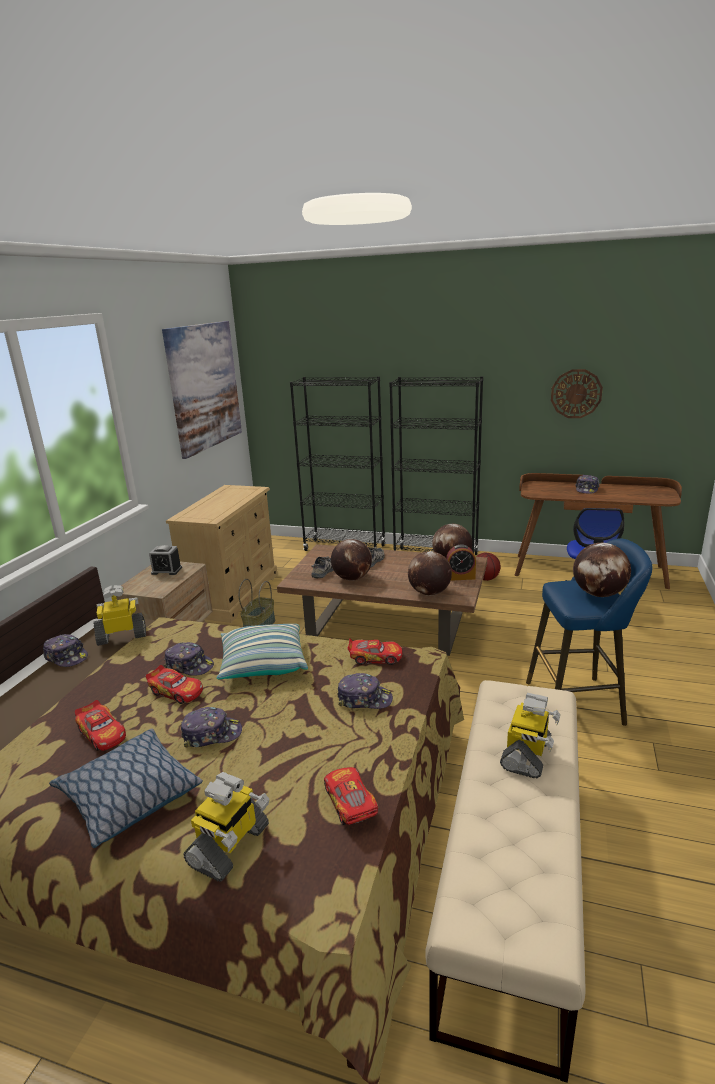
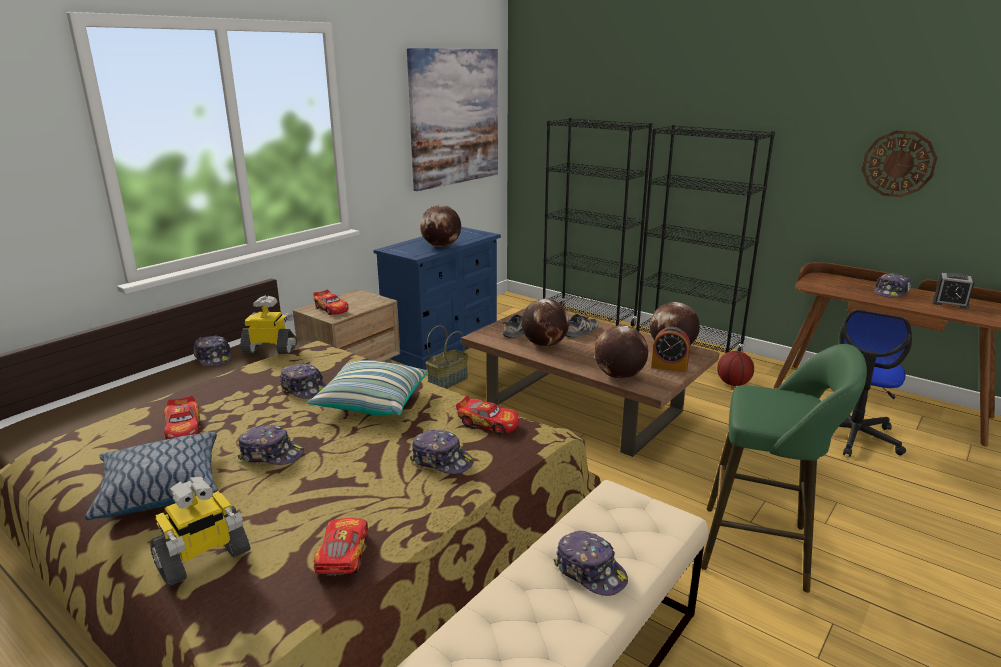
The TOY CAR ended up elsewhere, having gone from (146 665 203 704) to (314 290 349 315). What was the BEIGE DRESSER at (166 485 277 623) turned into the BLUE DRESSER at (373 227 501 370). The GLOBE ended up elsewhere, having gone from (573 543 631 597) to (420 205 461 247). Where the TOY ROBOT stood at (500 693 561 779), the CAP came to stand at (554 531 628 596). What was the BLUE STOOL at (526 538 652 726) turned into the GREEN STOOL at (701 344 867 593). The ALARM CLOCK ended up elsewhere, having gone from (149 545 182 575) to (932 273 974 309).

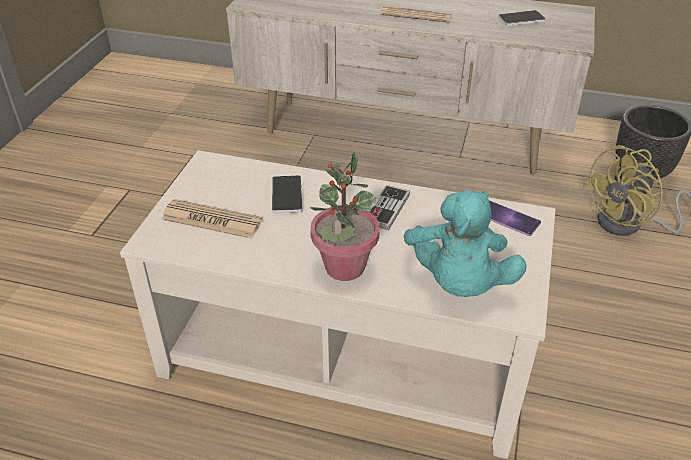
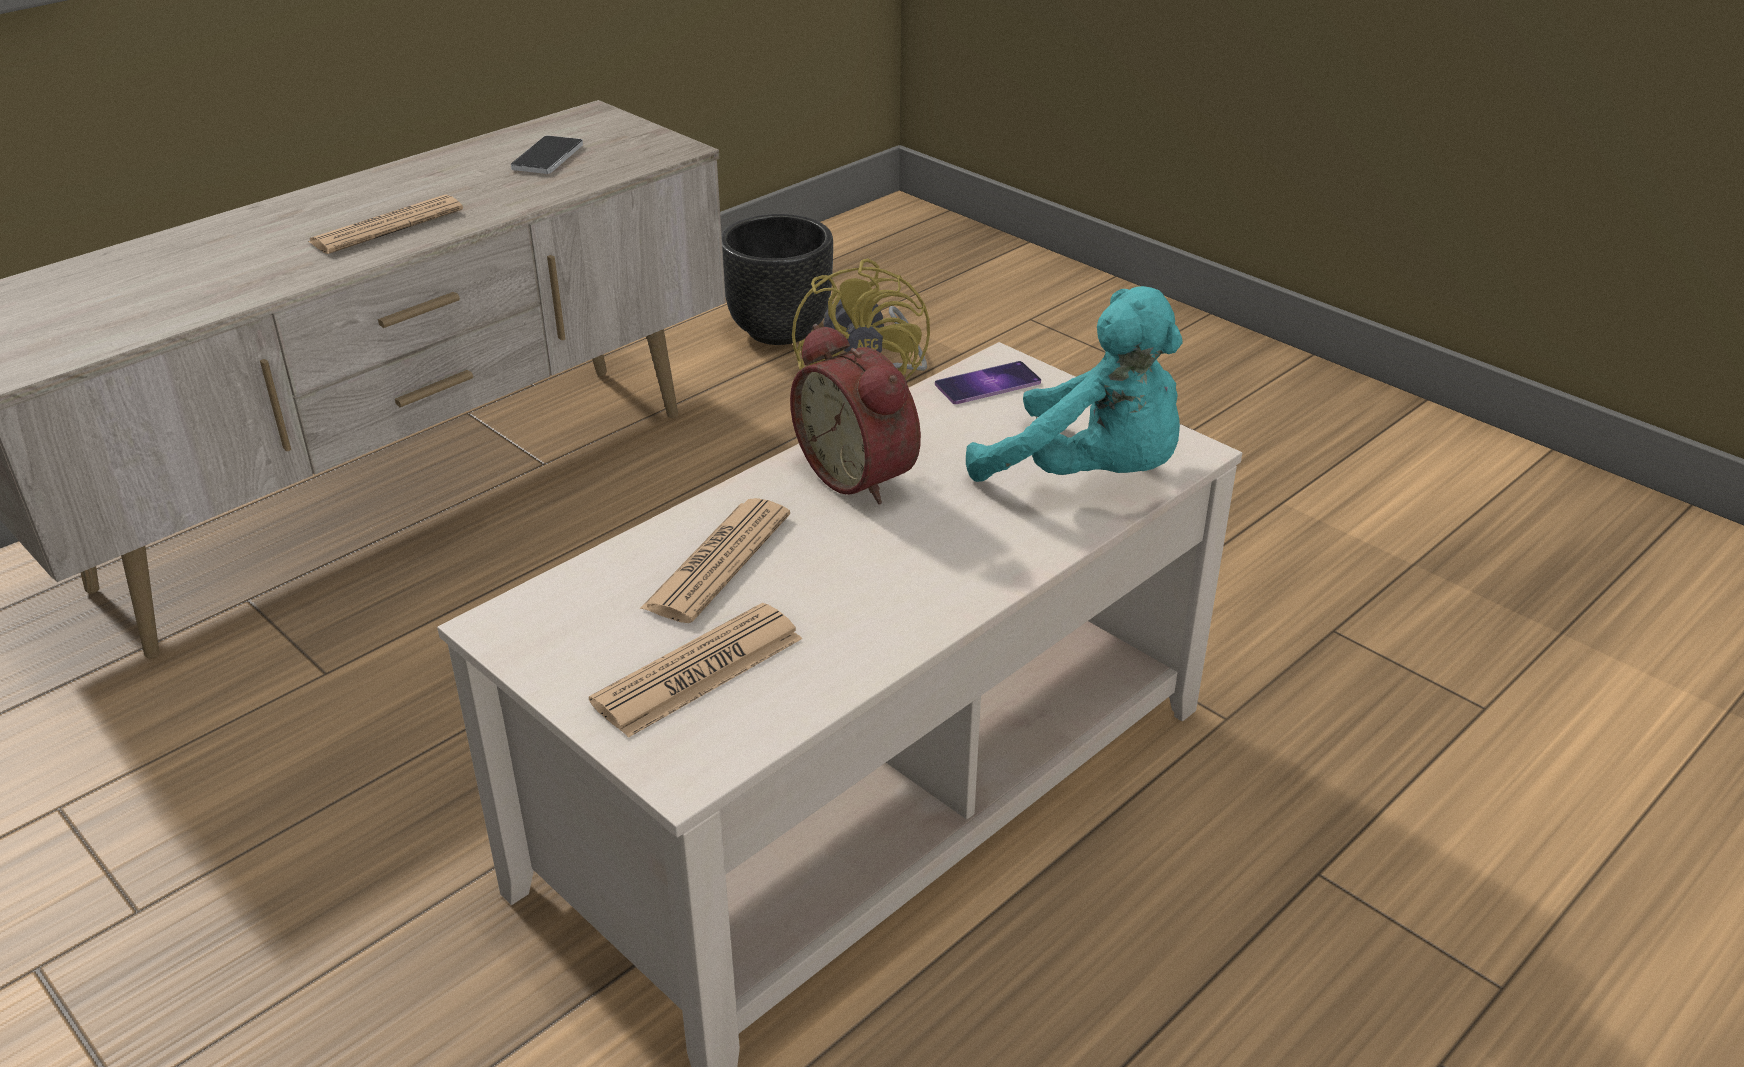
Where the PHONE stood at (272 175 303 214), the NEWSPAPER came to stand at (640 498 790 623). Where the GAME CONTROLLER stood at (369 185 410 230), the ALARM CLOCK came to stand at (790 324 921 505). The second view lost the POTTED PLANT at (310 151 380 281).

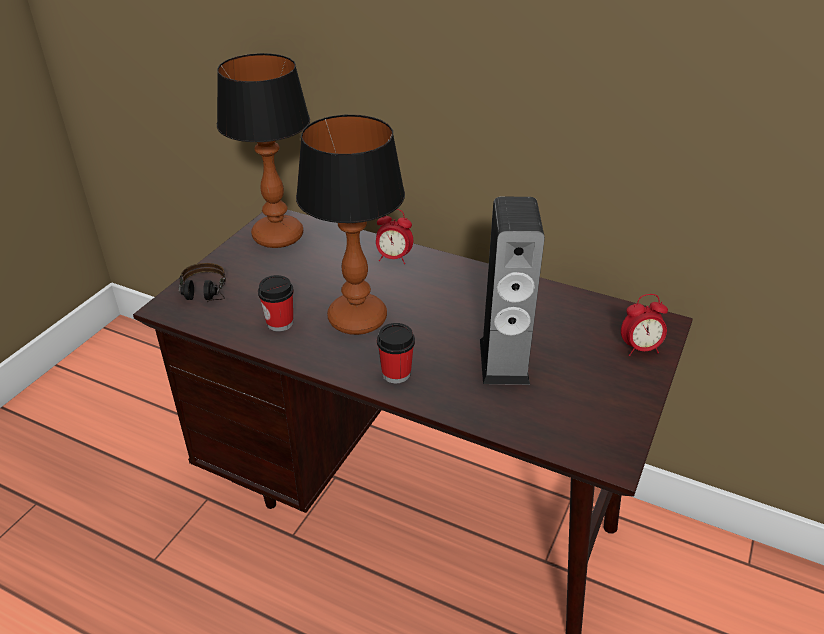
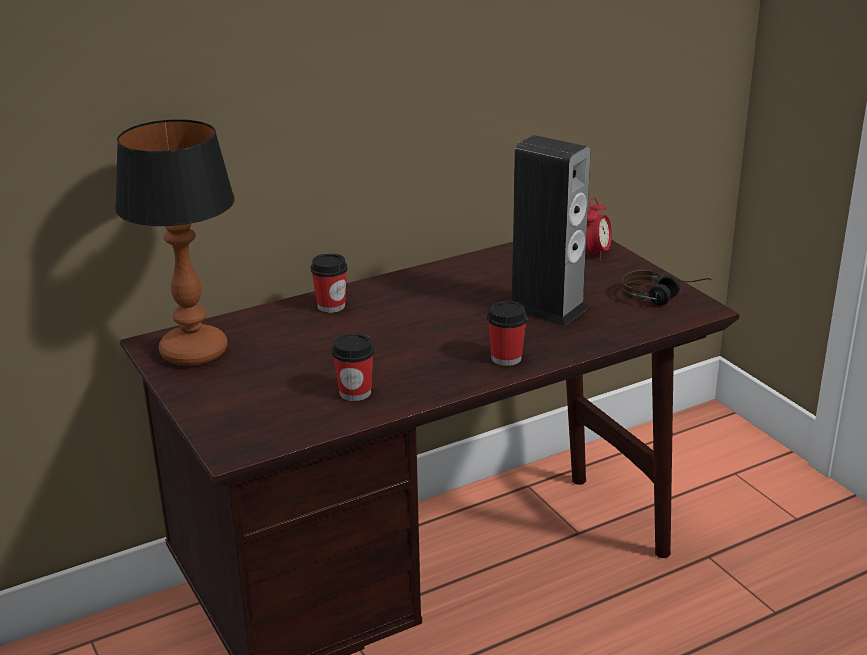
Where the ALARM CLOCK stood at (376 209 413 264), the CUP came to stand at (311 253 348 313). The HEADPHONES ended up elsewhere, having gone from (179 263 226 302) to (621 270 712 306). The second view lost the TABLE LAMP at (296 115 405 335).

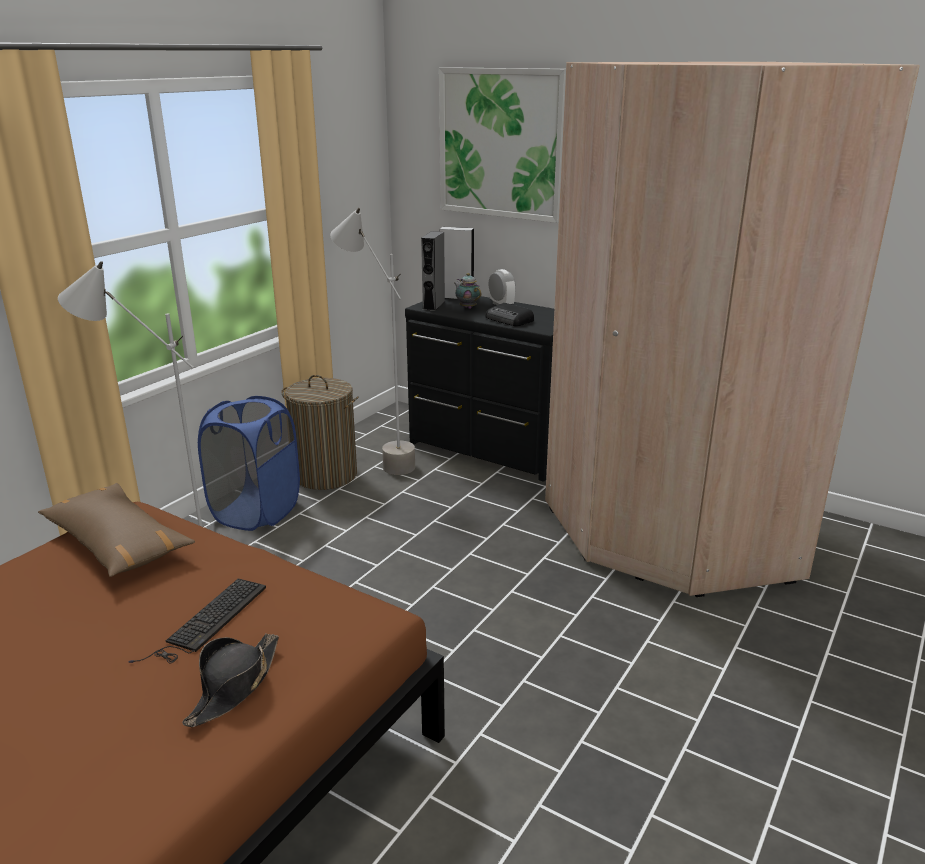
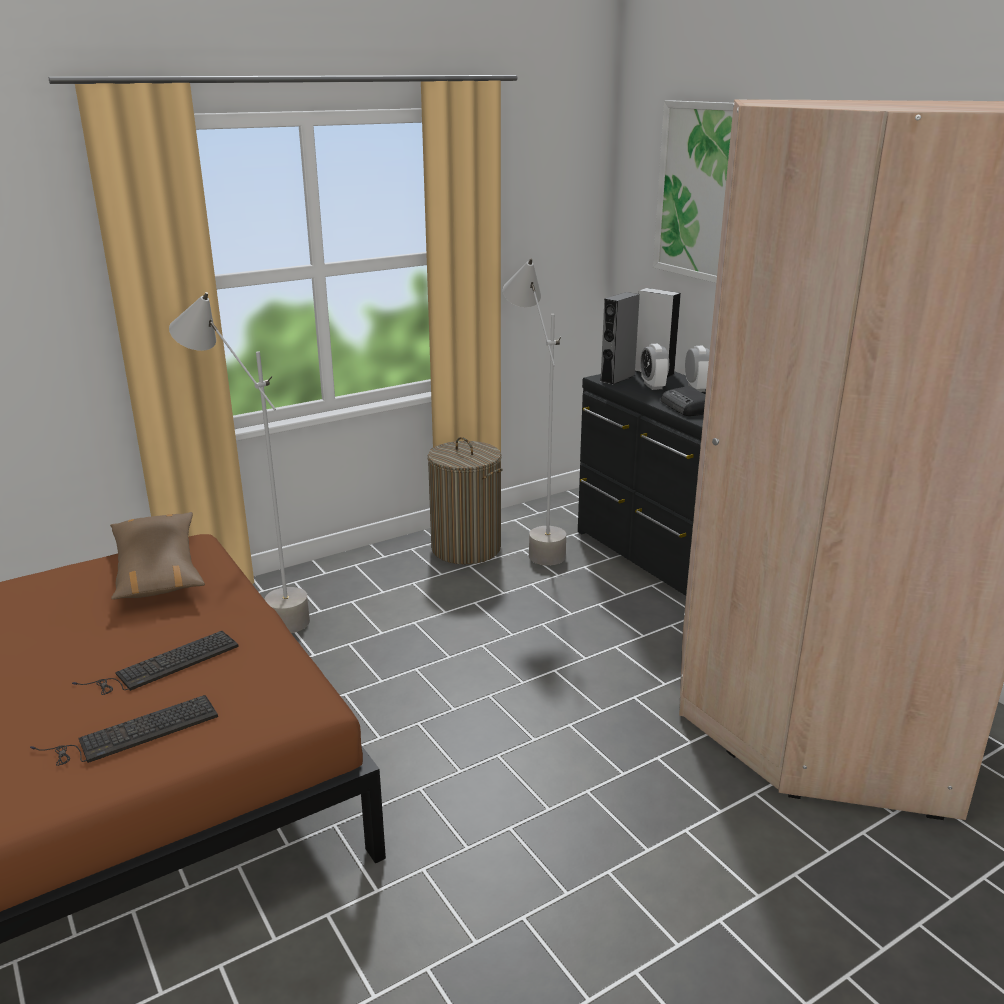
Where the BLACK HAT stood at (182 634 279 727), the KEYBOARD came to stand at (30 695 218 766). Where the TEAPOT stood at (454 273 481 309), the ALARM CLOCK came to stand at (640 344 669 390). The second view lost the BLUE LAUNDRY BASKET at (198 396 300 531).

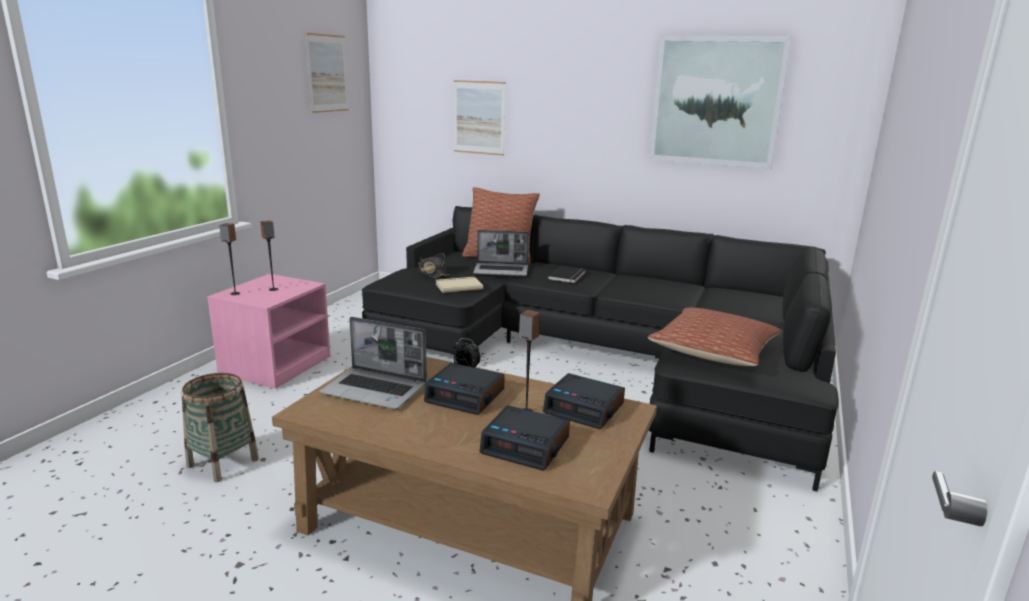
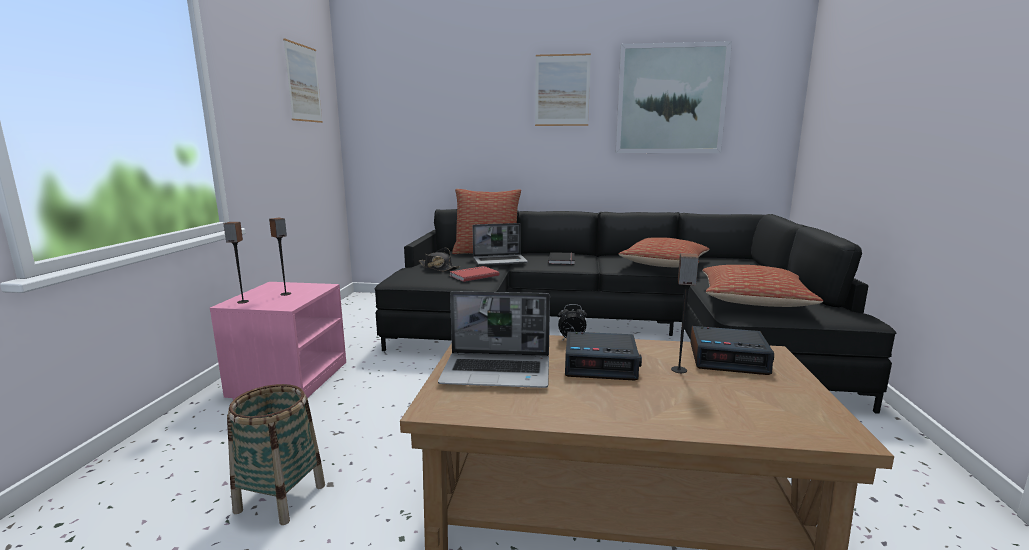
What was the BEIGE BOOK at (436 277 483 293) turned into the RED BOOK at (450 266 499 282). The PICTURE ended up elsewhere, having gone from (454 80 505 156) to (535 53 591 126). The second view gained the PILLOW at (618 237 710 268). The second view lost the ALARM CLOCK at (479 405 570 471).

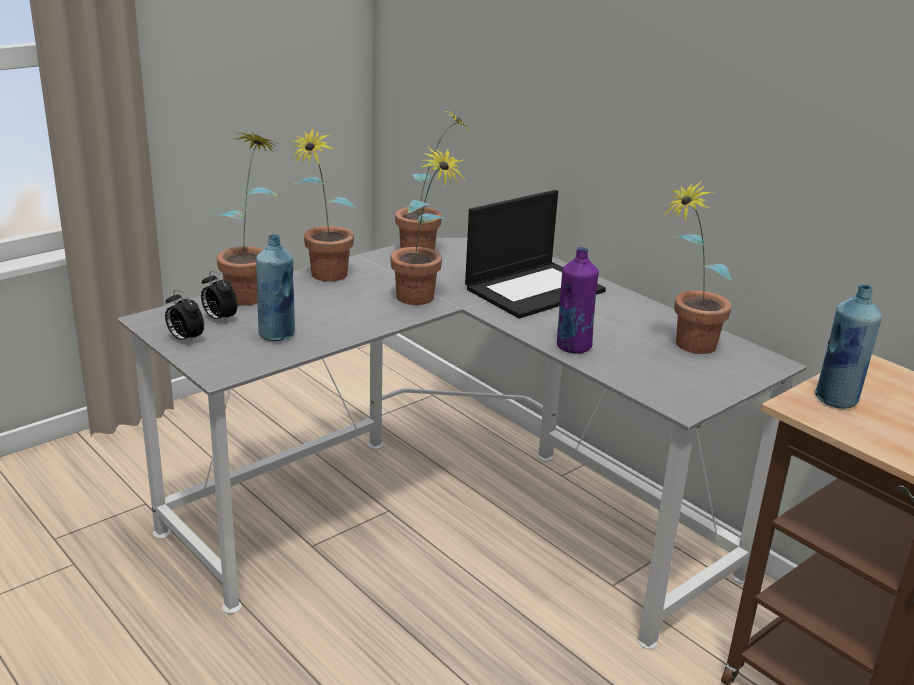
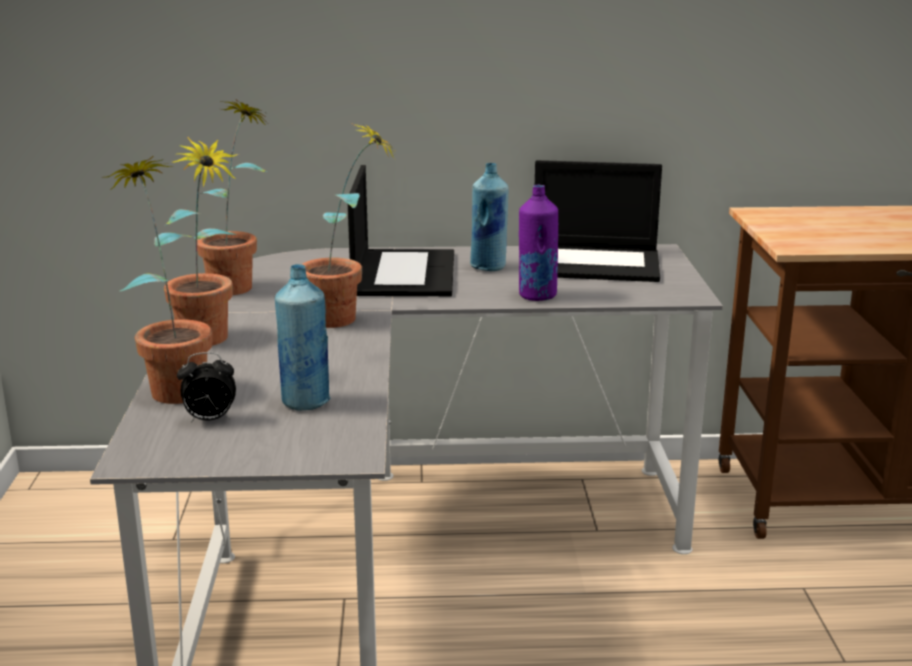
The BLUE BOTTLE ended up elsewhere, having gone from (815 284 882 409) to (470 163 509 271). Where the POTTED PLANT stood at (663 180 732 354), the LAPTOP came to stand at (535 160 662 282). The second view lost the ALARM CLOCK at (165 289 204 344).

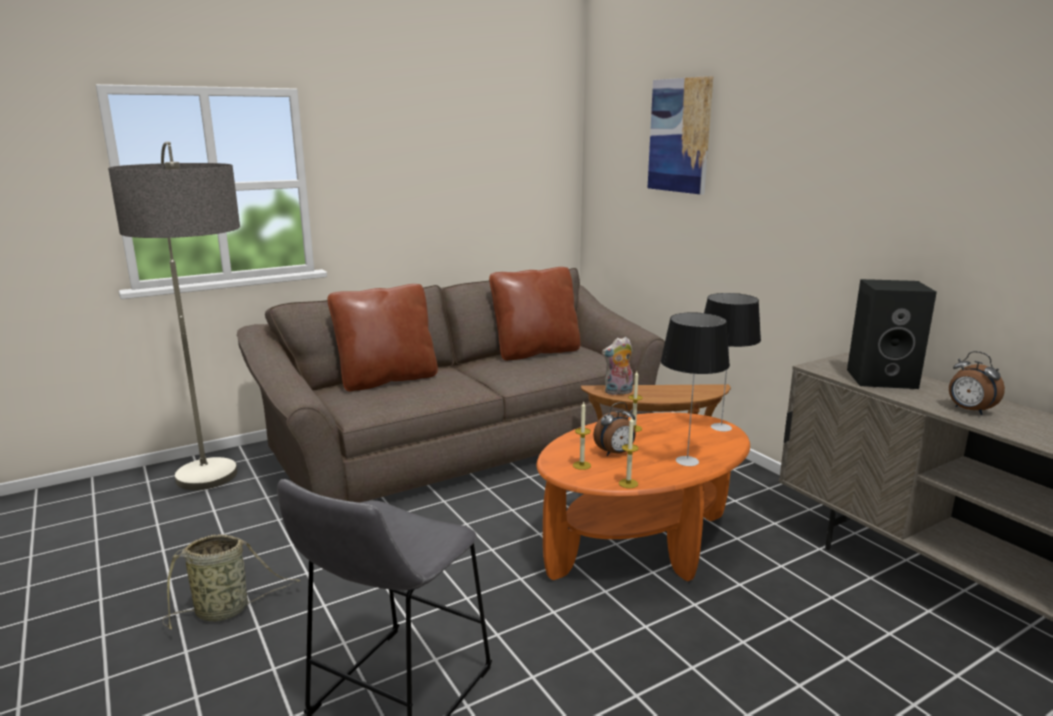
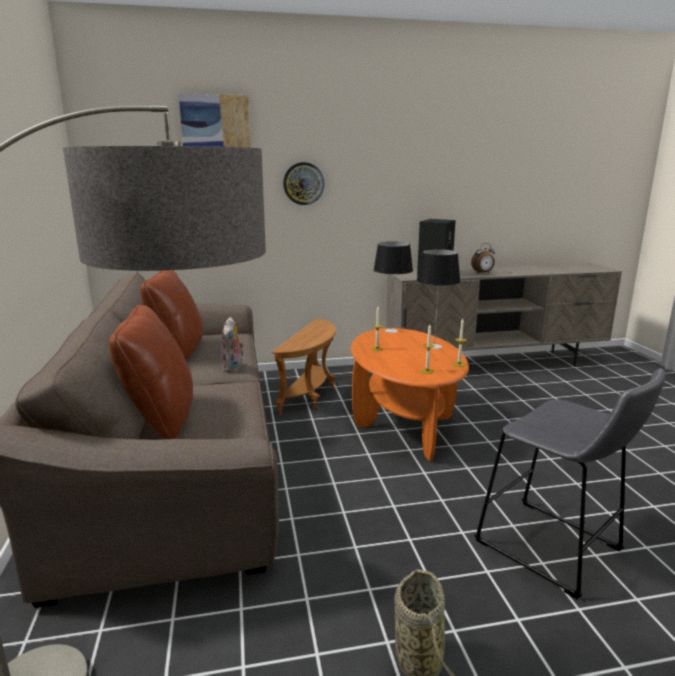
The PLUSH TOY ended up elsewhere, having gone from (602 337 633 395) to (221 317 244 372). The second view gained the WALL CLOCK at (283 162 324 205). The second view lost the ALARM CLOCK at (593 402 636 456).

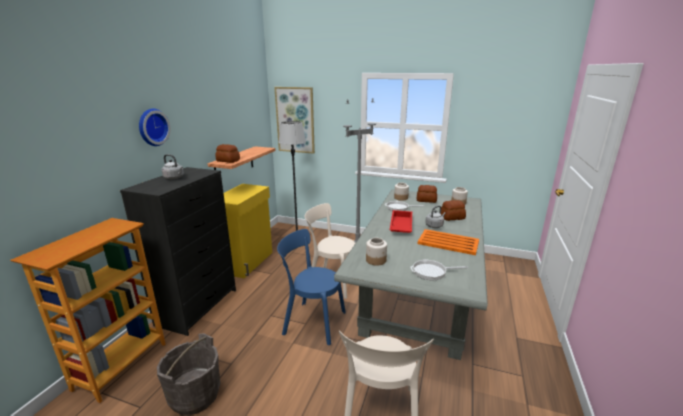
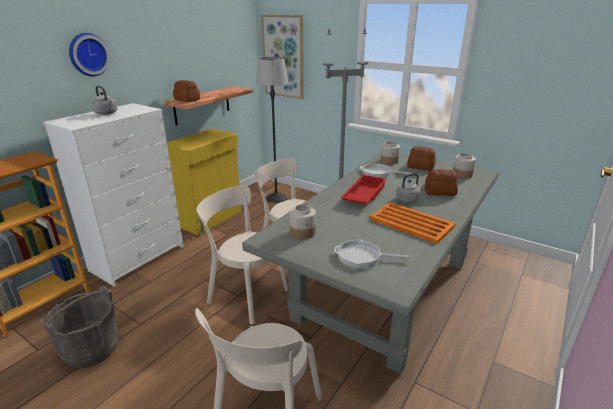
What was the BLACK DRESSER at (120 167 236 336) turned into the WHITE DRESSER at (43 103 184 287). What was the BLUE CHAIR at (277 229 346 345) turned into the BEIGE CHAIR at (196 185 289 325).

